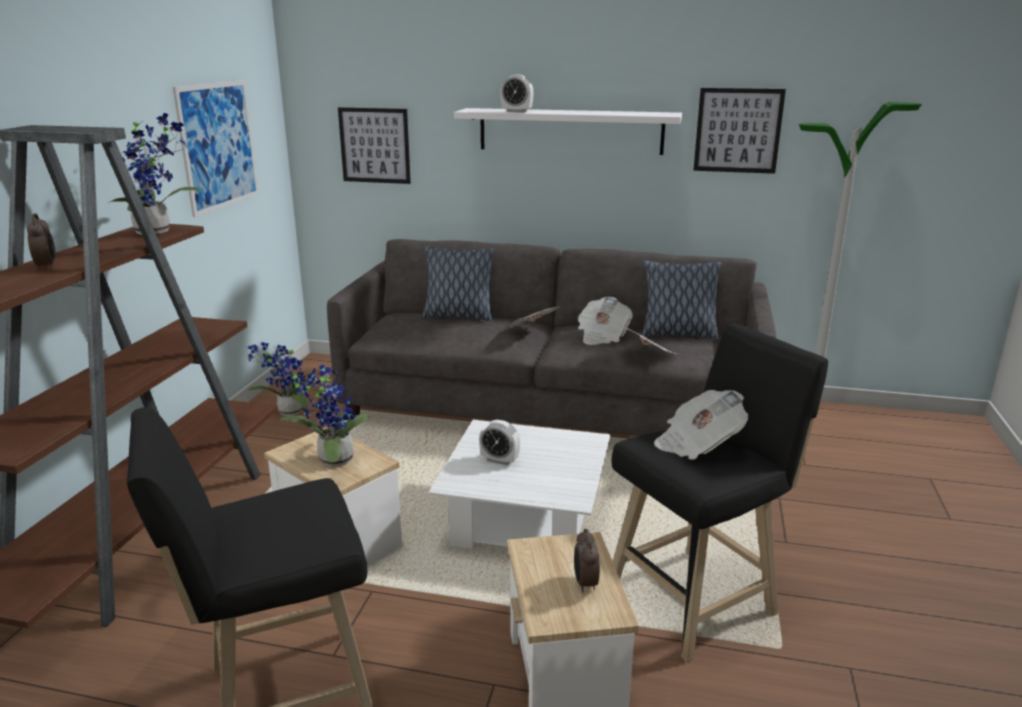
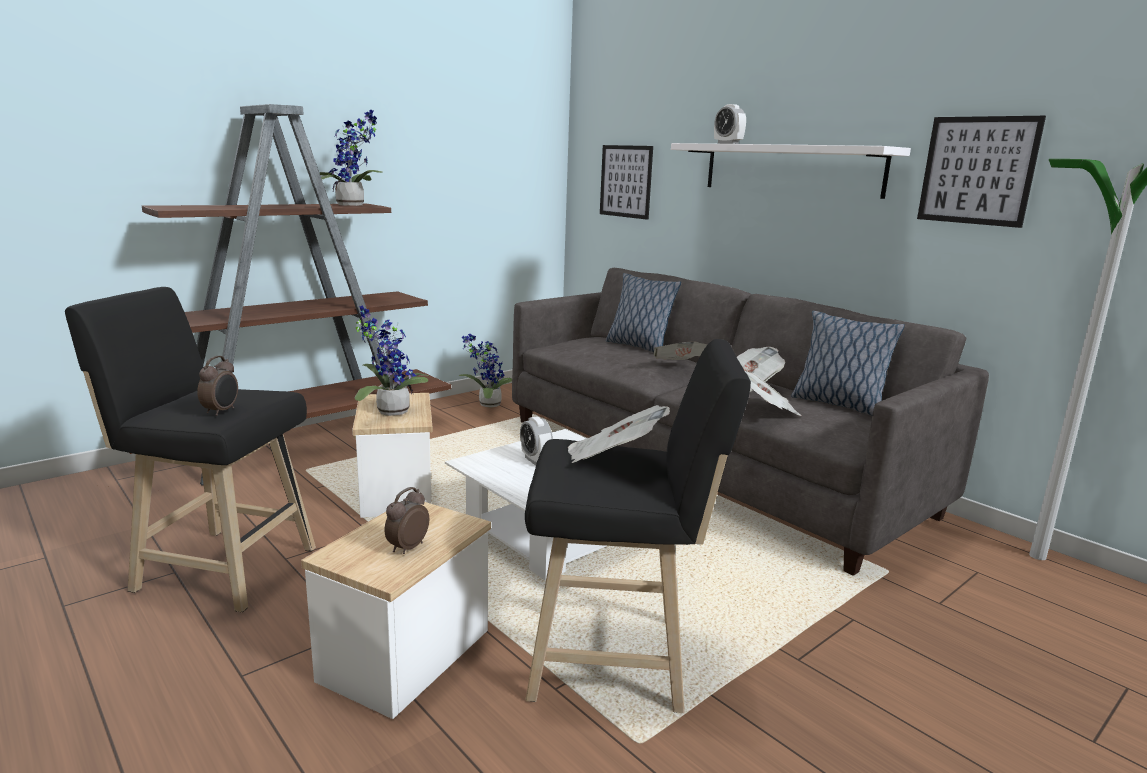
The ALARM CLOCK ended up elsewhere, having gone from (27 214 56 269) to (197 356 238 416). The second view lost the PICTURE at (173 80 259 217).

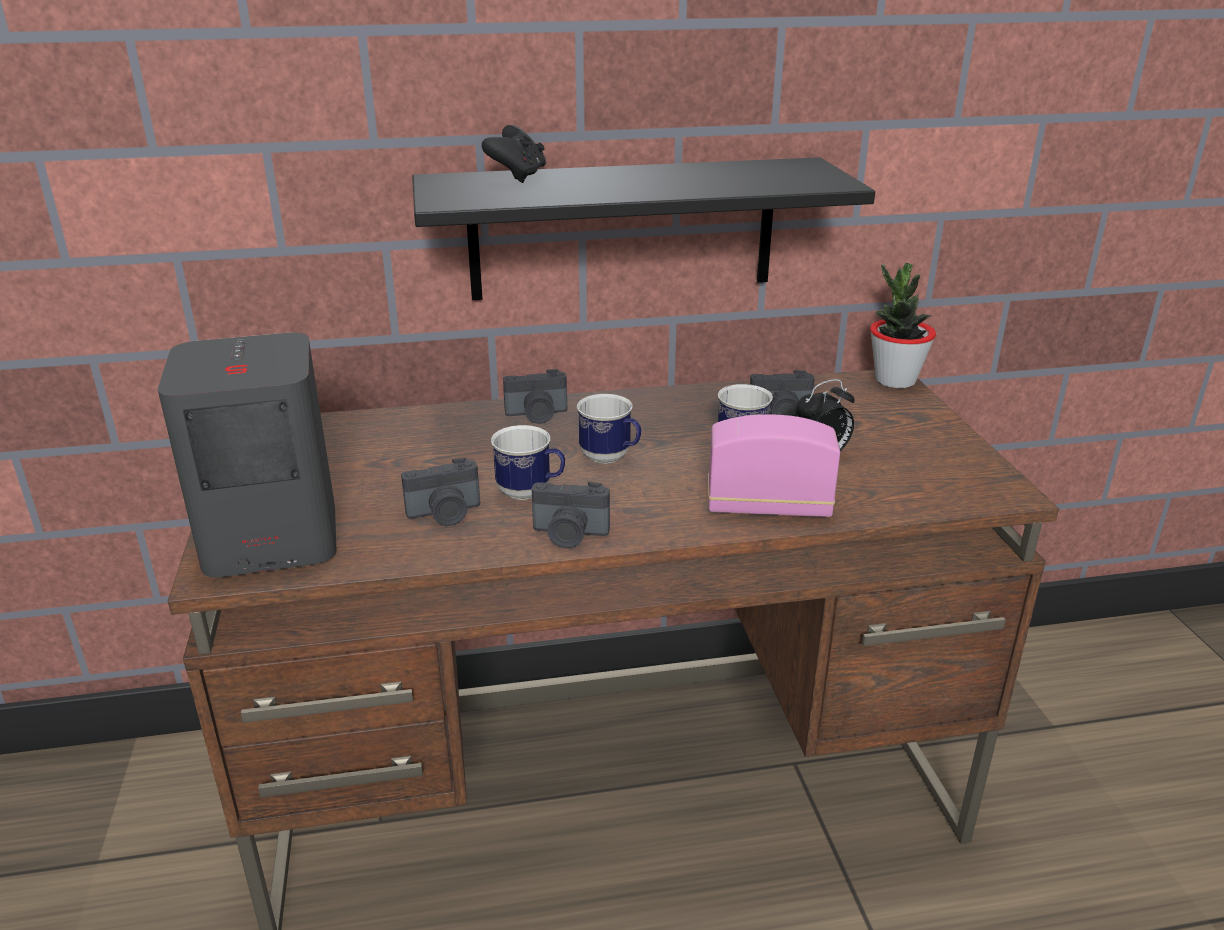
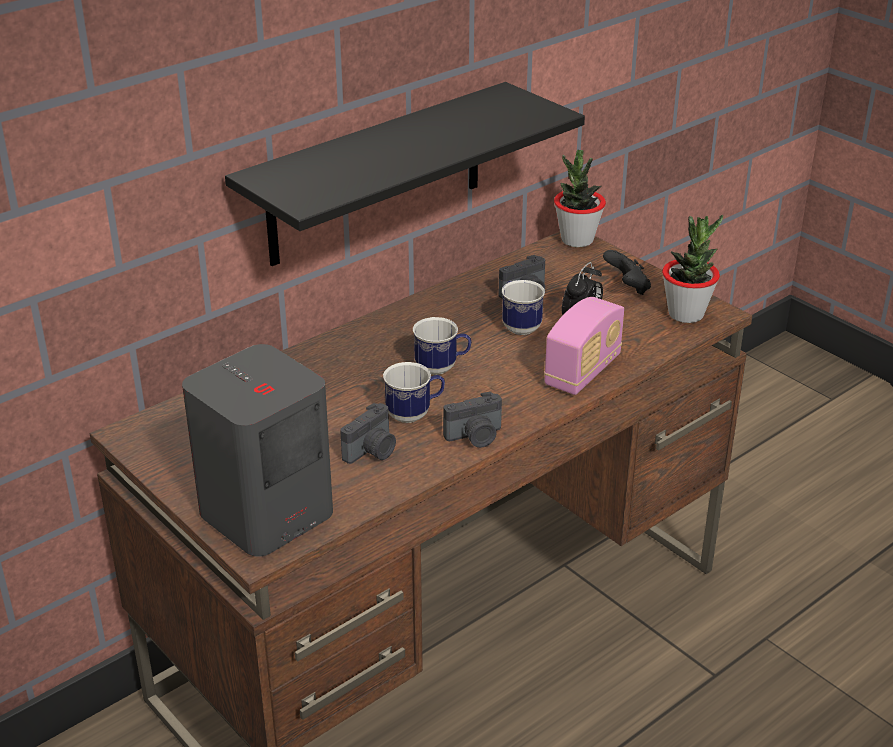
The RADIO at (708 414 840 517) ended up facing another way, 150 degrees clockwise from before. The BLACK GAME CONTROLLER ended up elsewhere, having gone from (482 125 546 183) to (603 250 651 295). The second view gained the POTTED PLANT at (662 215 723 323). The second view lost the PHOTO CAMERA at (503 369 567 424).

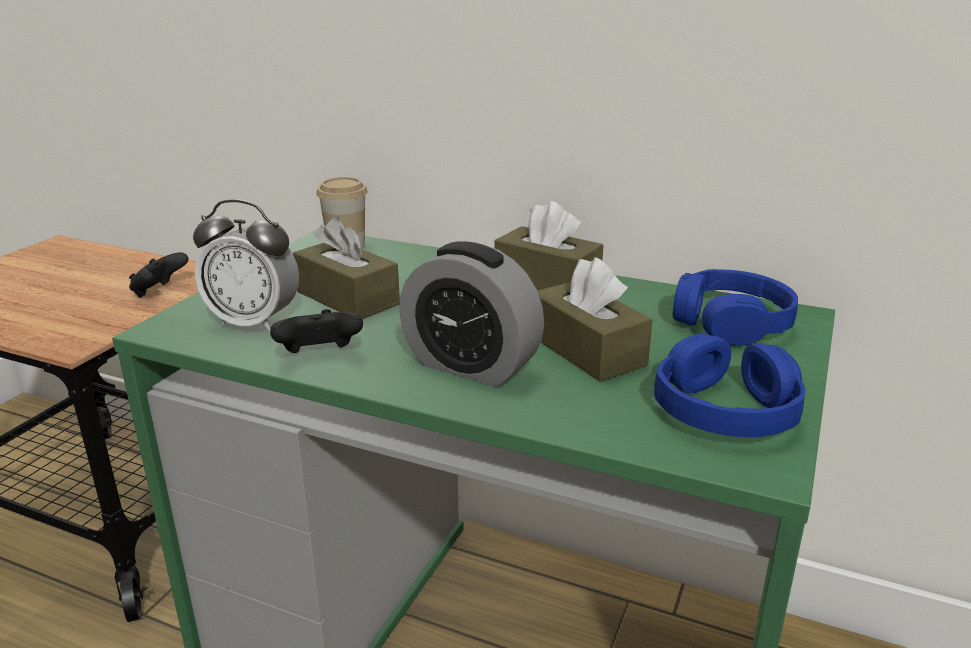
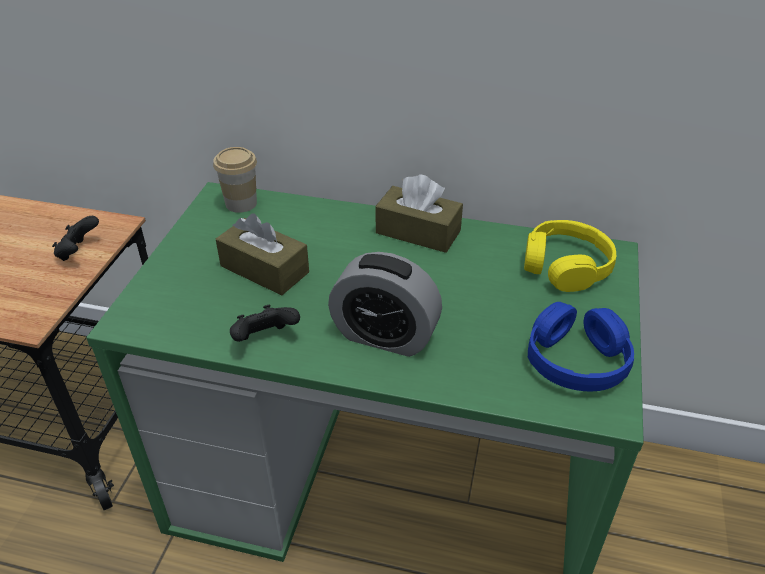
What was the BLUE HEADPHONES at (673 269 798 346) turned into the YELLOW HEADPHONES at (524 220 617 292). The second view lost the ALARM CLOCK at (193 200 299 333). The second view lost the BROWN TISSUE BOX at (537 257 653 382).

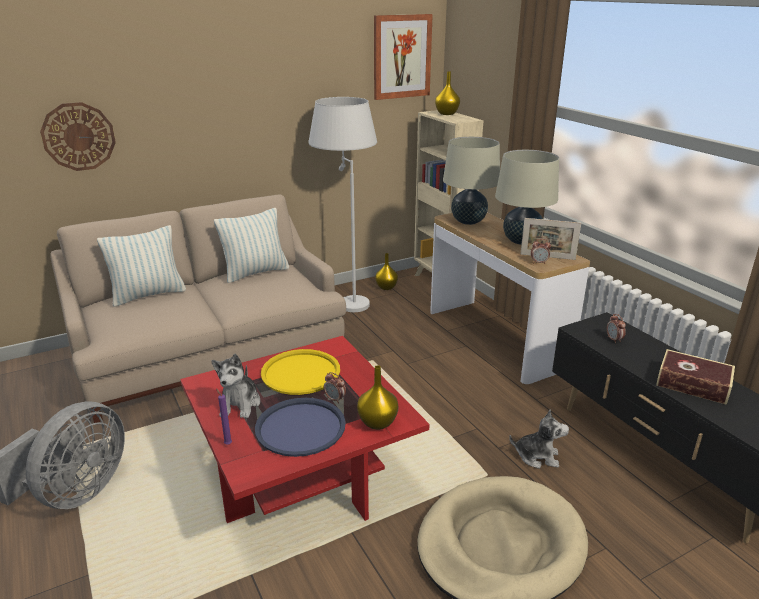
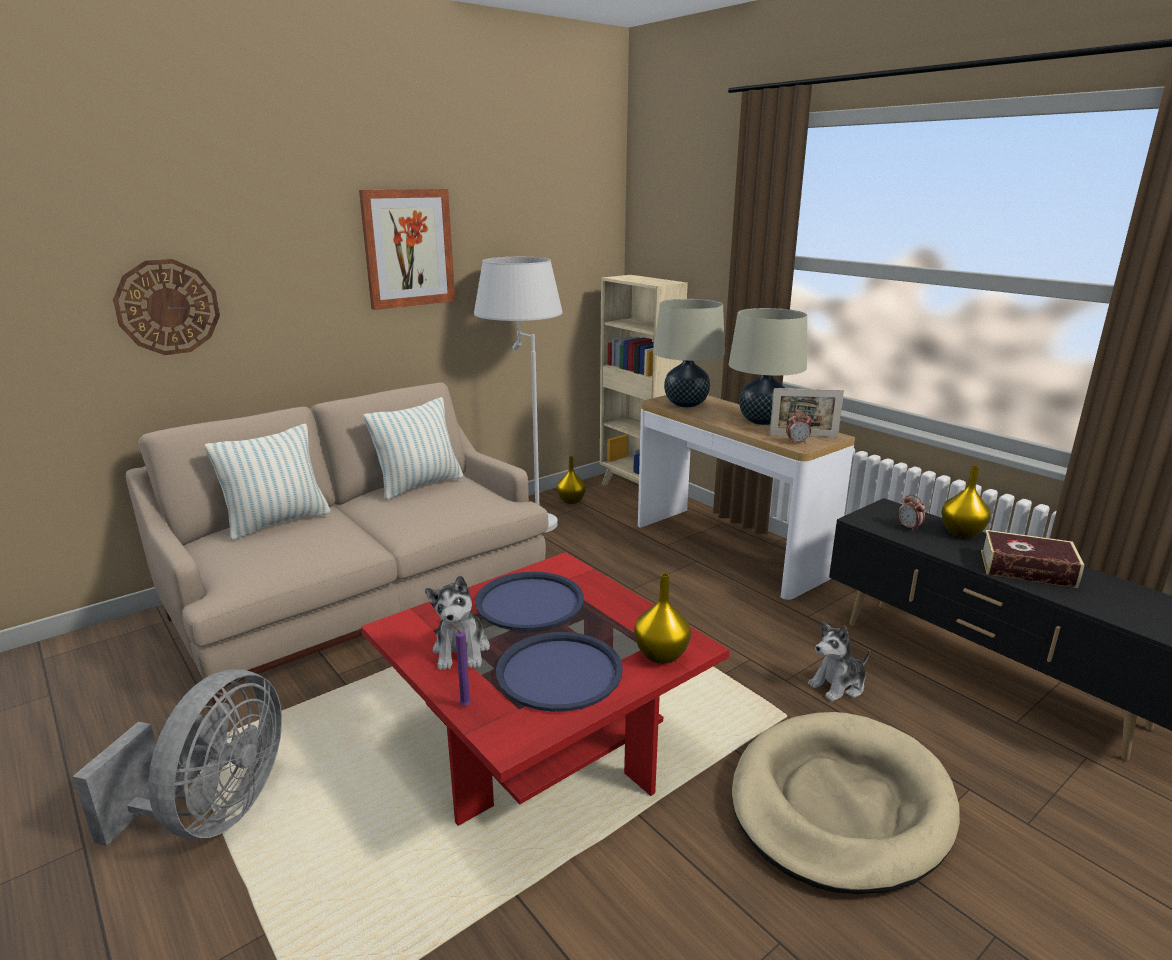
The PICTURE ended up elsewhere, having gone from (374 14 433 100) to (359 189 455 310). What was the YELLOW TRAY at (261 349 340 395) turned into the BLUE TRAY at (475 572 584 631). The PLUSH TOY at (509 409 569 469) ended up facing another way, 150 degrees clockwise from before. The YELLOW VASE ended up elsewhere, having gone from (435 71 460 115) to (941 466 991 538). The second view lost the ALARM CLOCK at (324 372 346 404).

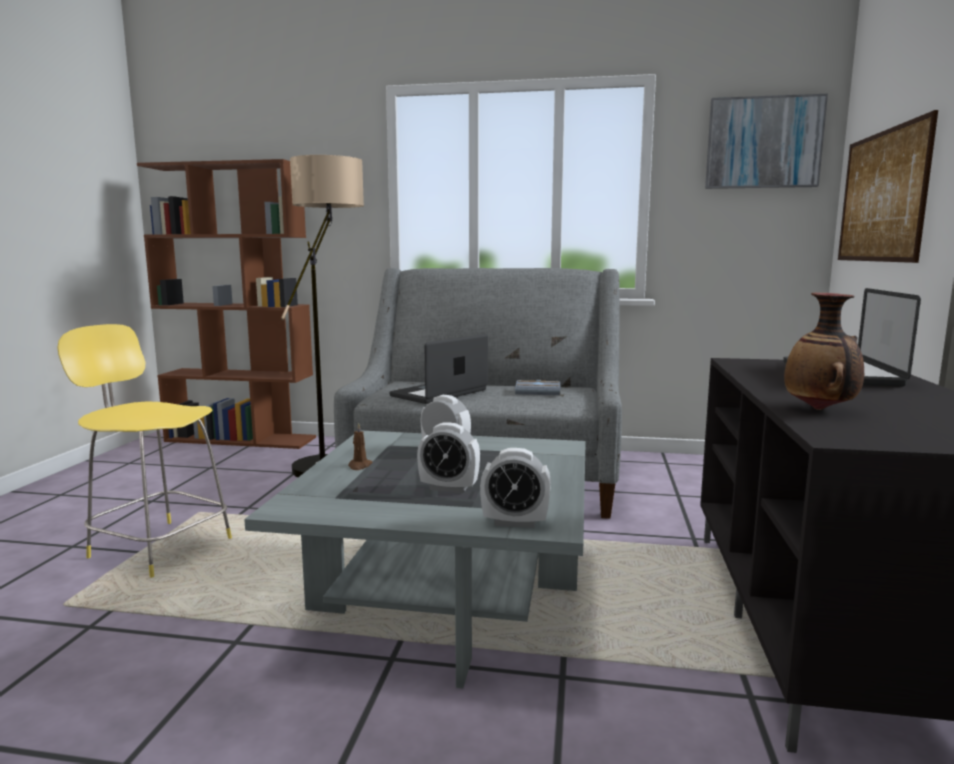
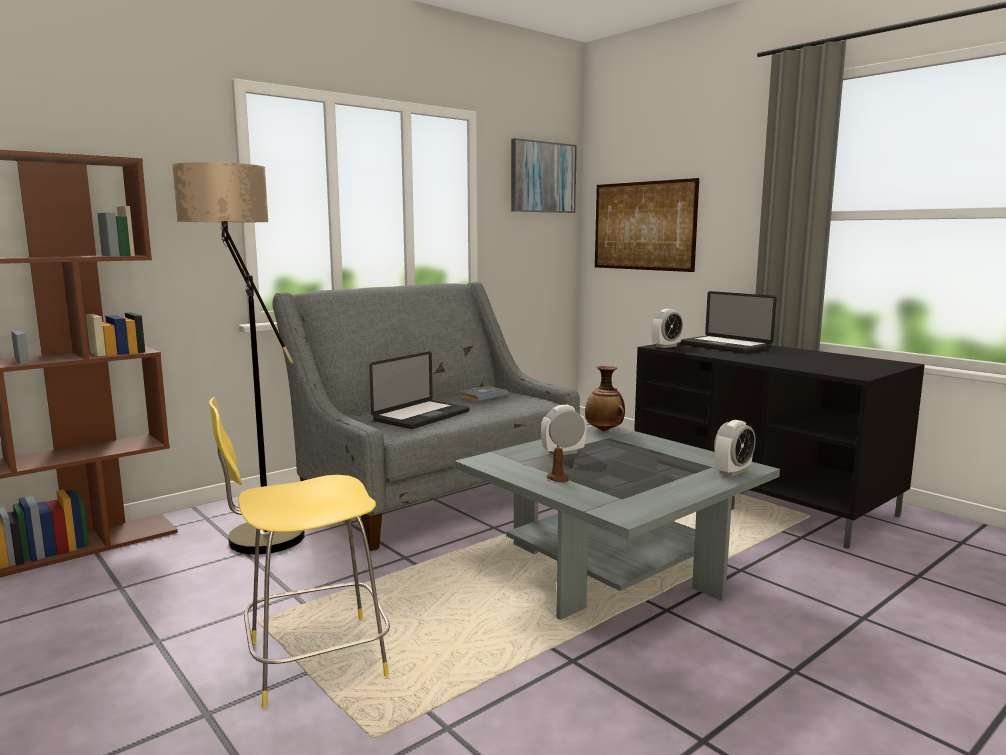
The LAPTOP at (389 334 488 404) ended up facing another way, 135 degrees counterclockwise from before. The VASE ended up elsewhere, having gone from (784 293 864 410) to (585 366 625 431). The ALARM CLOCK ended up elsewhere, having gone from (417 422 480 493) to (651 309 683 348).

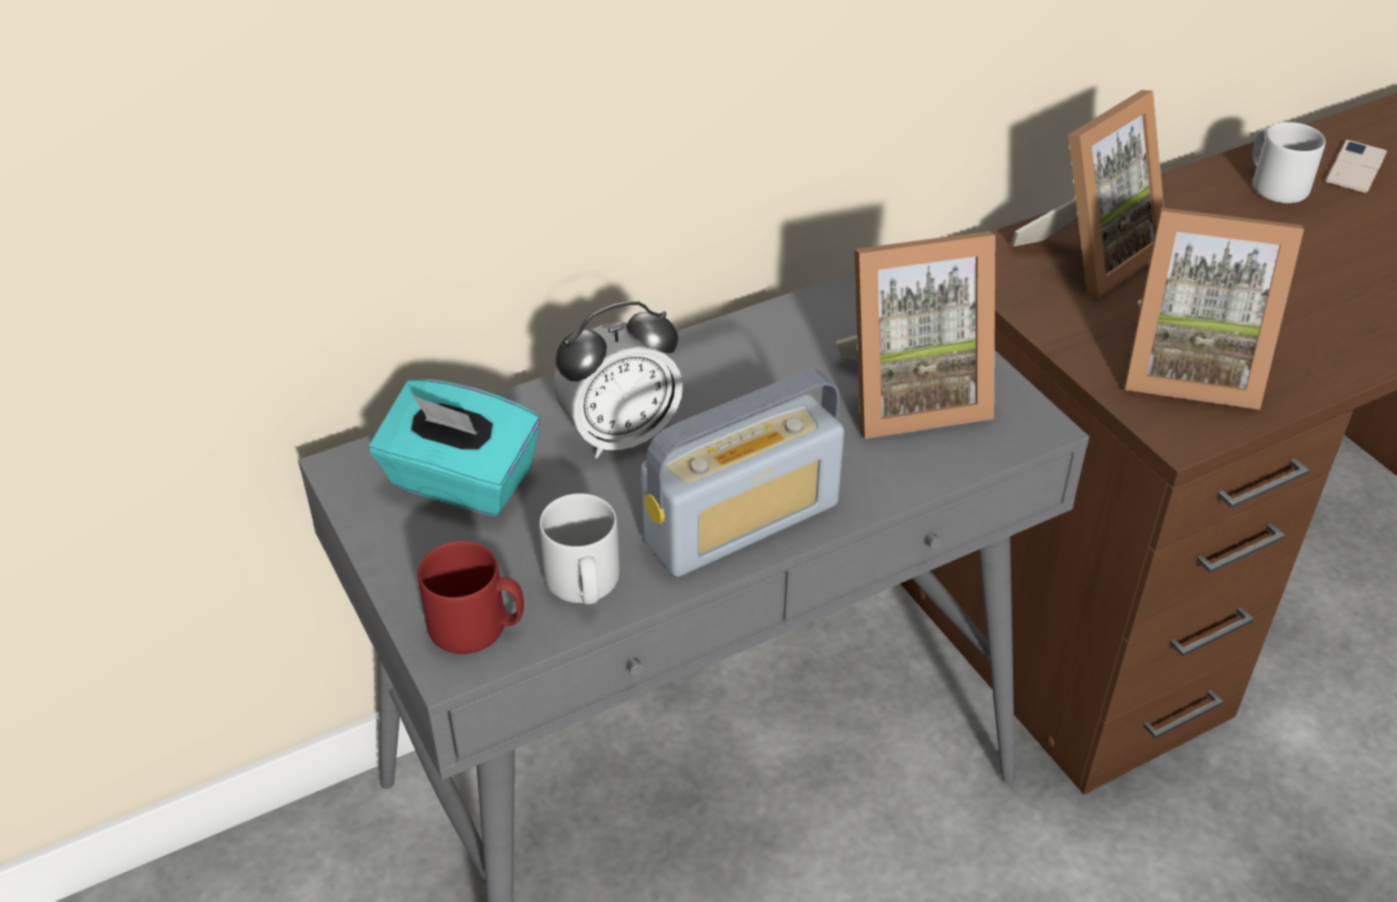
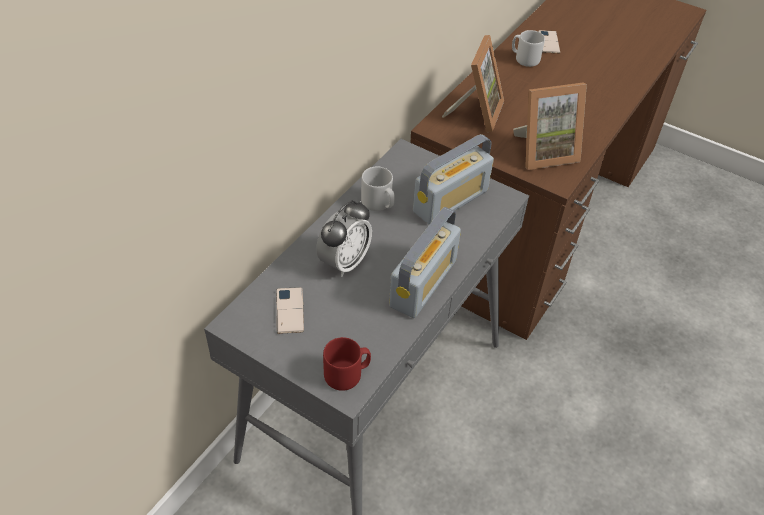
Where the TURQUOISE TISSUE BOX stood at (370 379 540 516), the PHONE came to stand at (276 287 304 334). The GREY MUG ended up elsewhere, having gone from (539 493 620 604) to (361 167 395 211). Where the PICTURE FRAME stood at (836 231 995 439), the RADIO came to stand at (413 134 494 225).

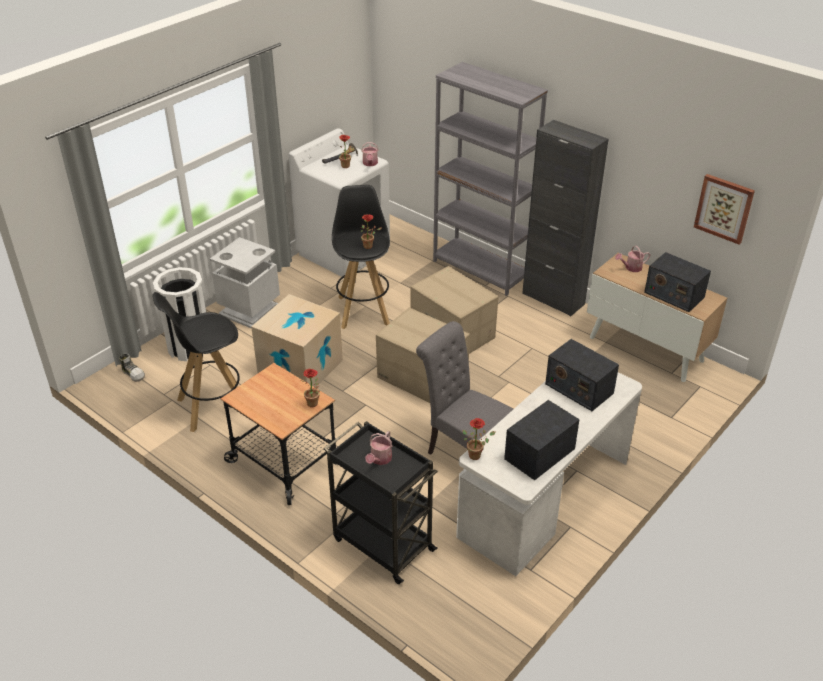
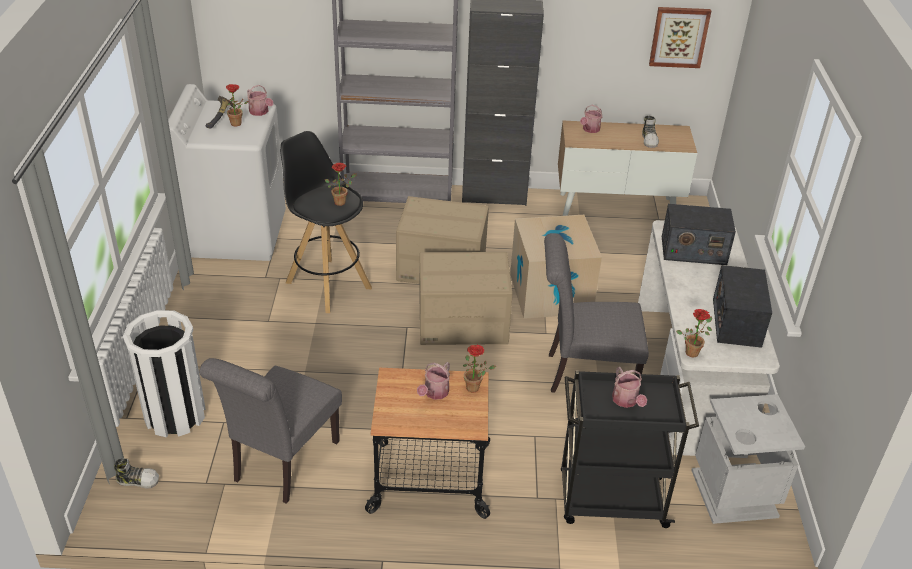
Where the BLACK STOOL stood at (152 292 240 432), the GREY CHAIR came to stand at (199 358 342 504). The second view gained the WATERING CAN at (417 362 450 400). The CARDBOARD BOX ended up elsewhere, having gone from (251 294 343 387) to (510 215 602 319). Where the RADIO stood at (644 252 711 312), the SHOE came to stand at (642 116 659 148). The GREY TRASH CAN ended up elsewhere, having gone from (210 237 280 329) to (691 394 805 524).

